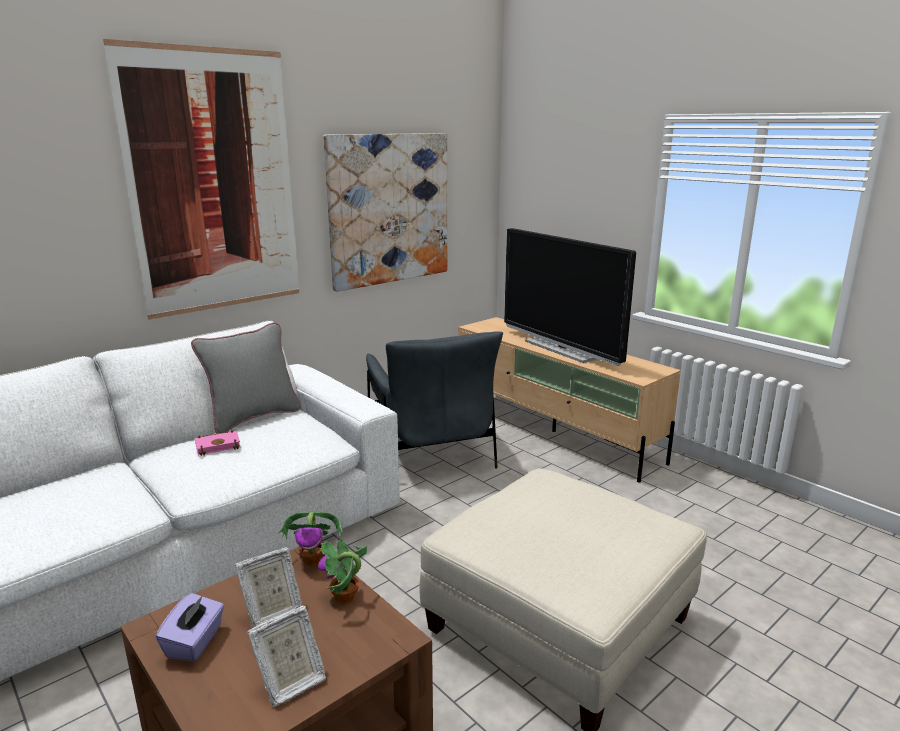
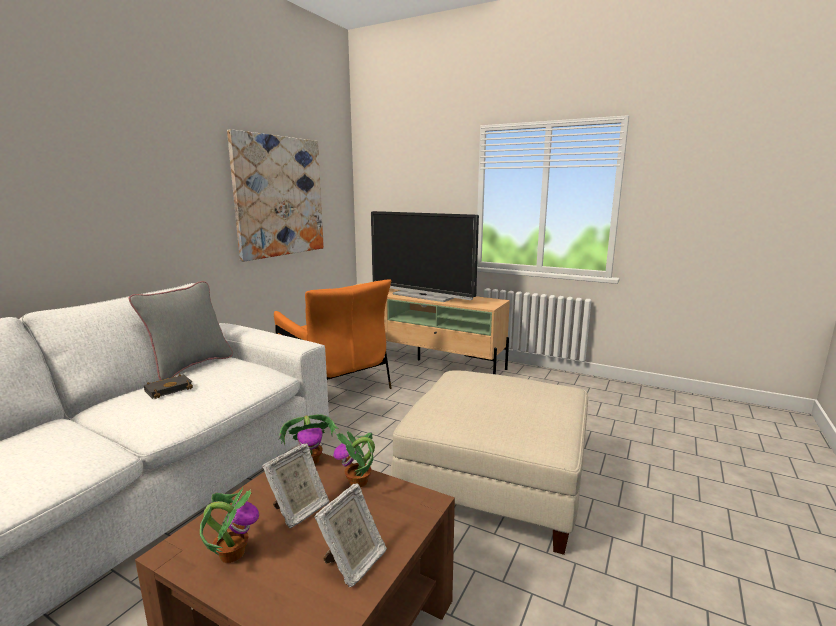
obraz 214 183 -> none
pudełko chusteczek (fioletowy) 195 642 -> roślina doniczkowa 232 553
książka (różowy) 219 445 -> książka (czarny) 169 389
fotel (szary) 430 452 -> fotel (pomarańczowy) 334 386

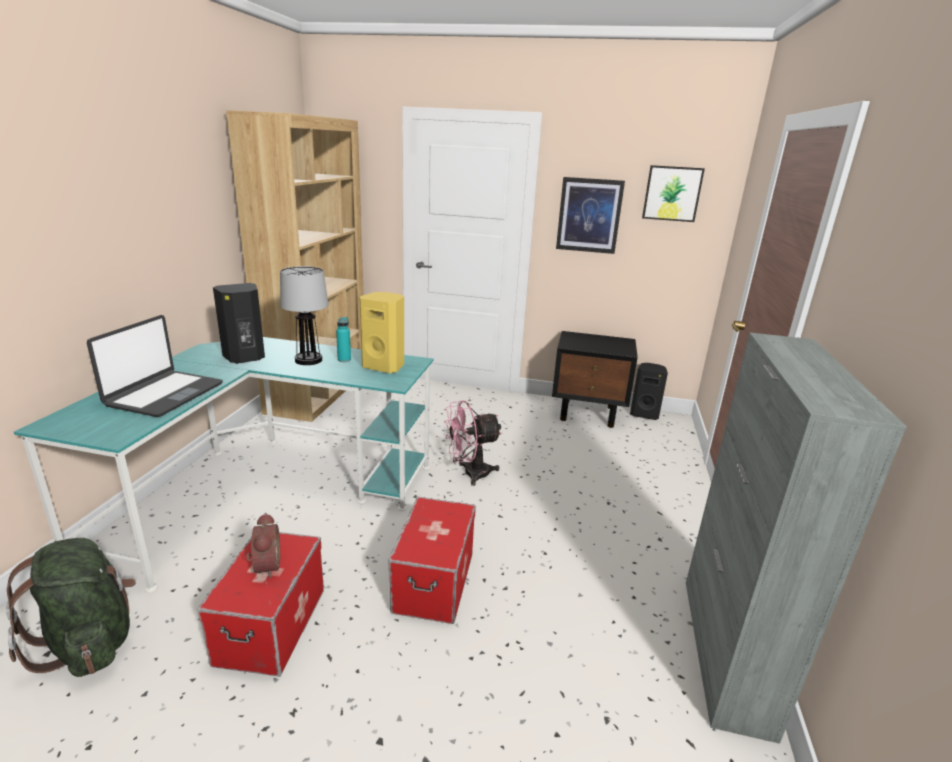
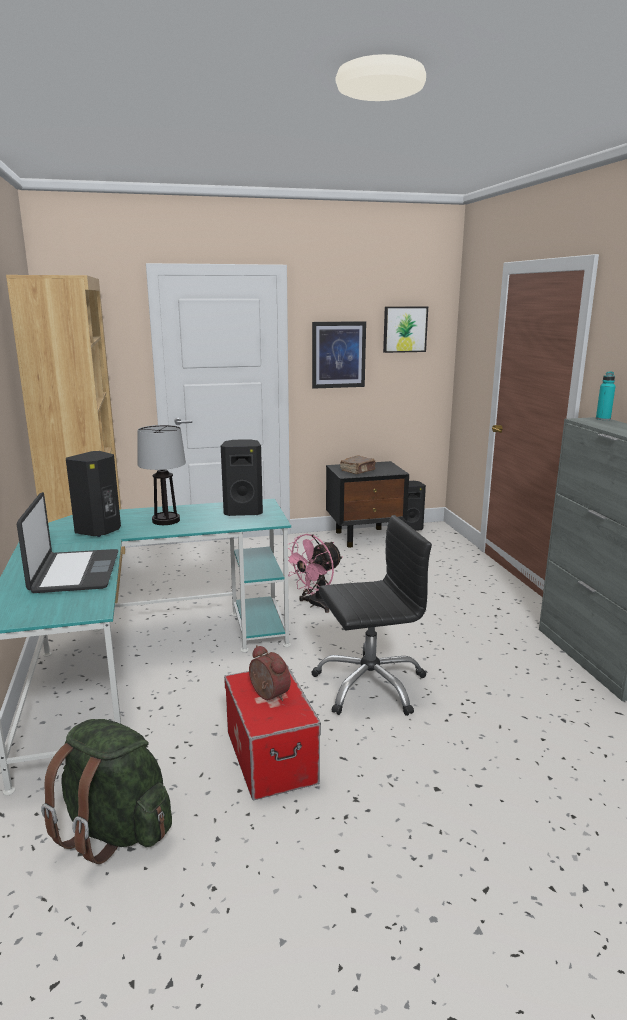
butelka (turkusowy) 344 360 -> butelka (turkusowy) 603 419, shifted
głośnik (żółty) 384 366 -> głośnik (czarny) 243 512
pojemnik do przechowywania 434 582 -> krzesło biurowe (czarny) 369 685
none -> książka (brązowy) 358 471

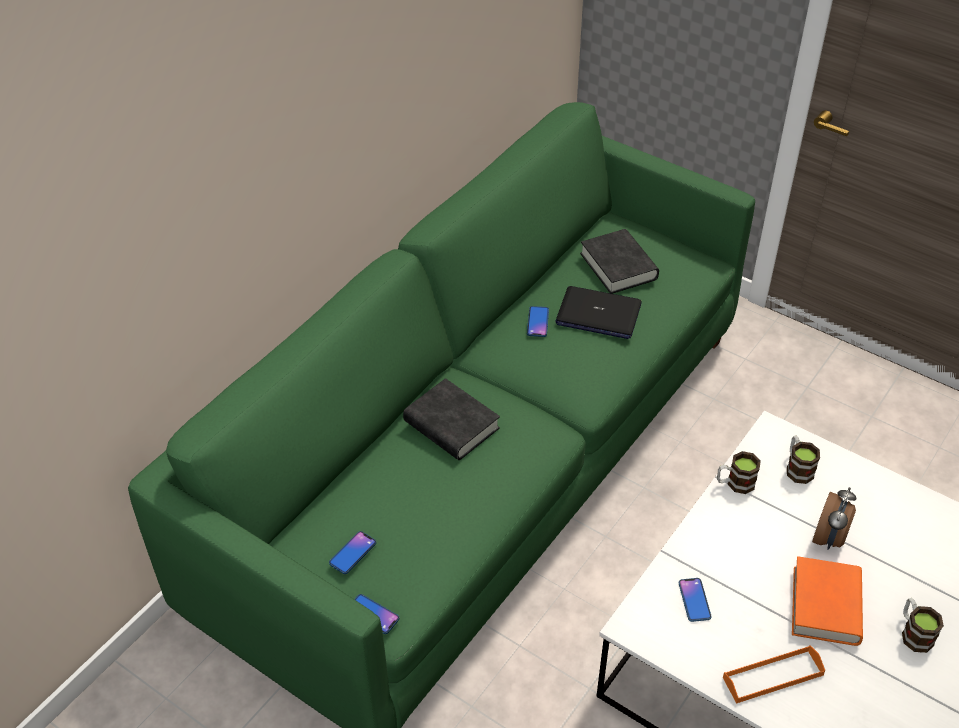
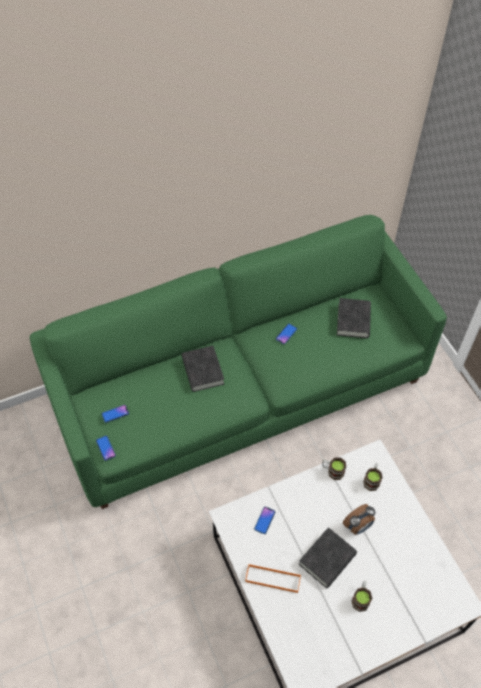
laptop 598 314 -> none
książka (pomarańczowy) 825 606 -> książka (czarny) 327 559

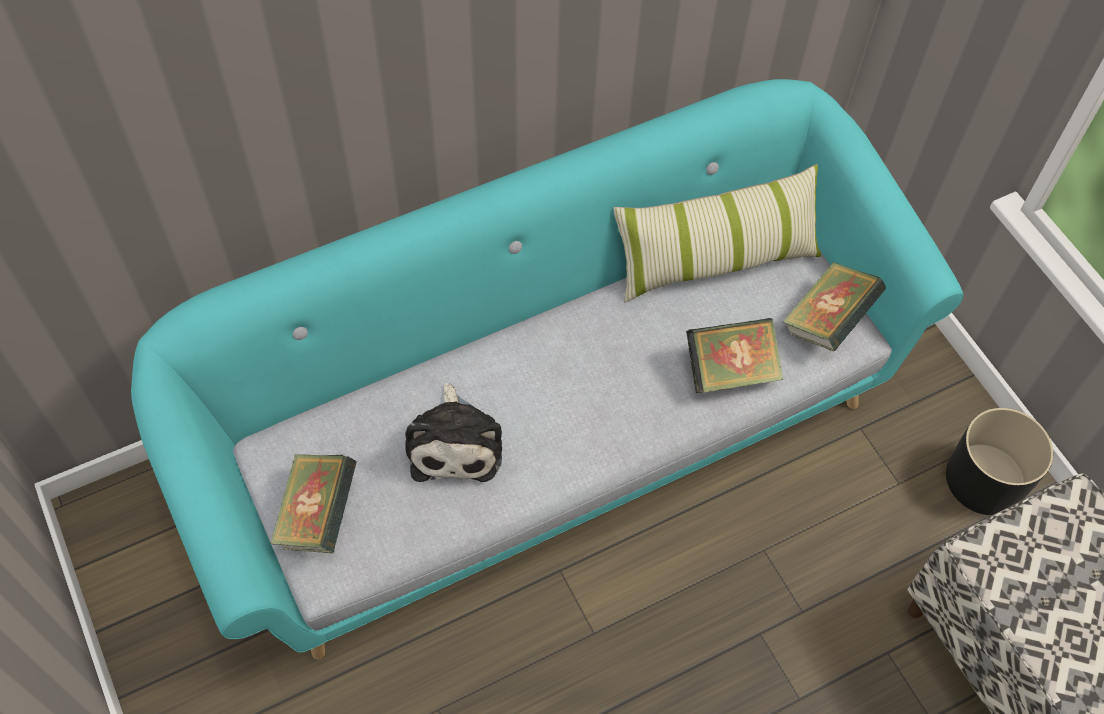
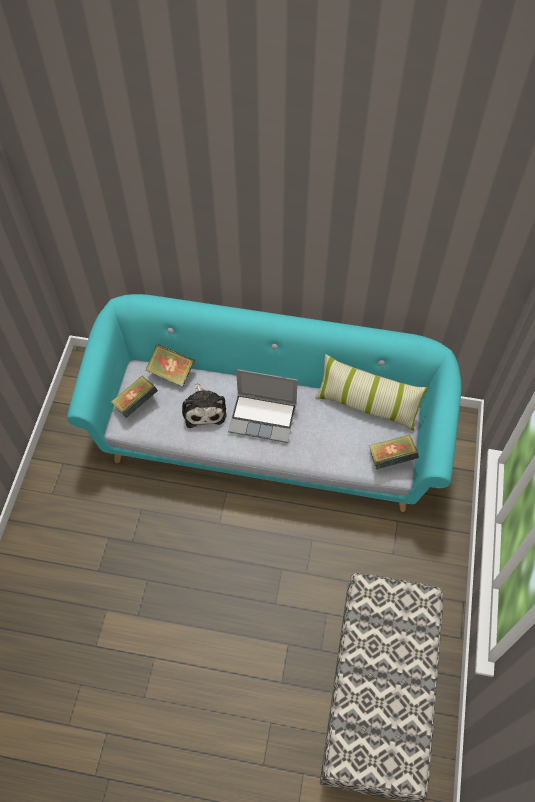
pluszak 455 442 -> pluszak 204 409, 45 degrees counterclockwise
książka 730 371 -> książka 171 373, shifted
donica (czarny) 985 479 -> none
none -> laptop 263 417

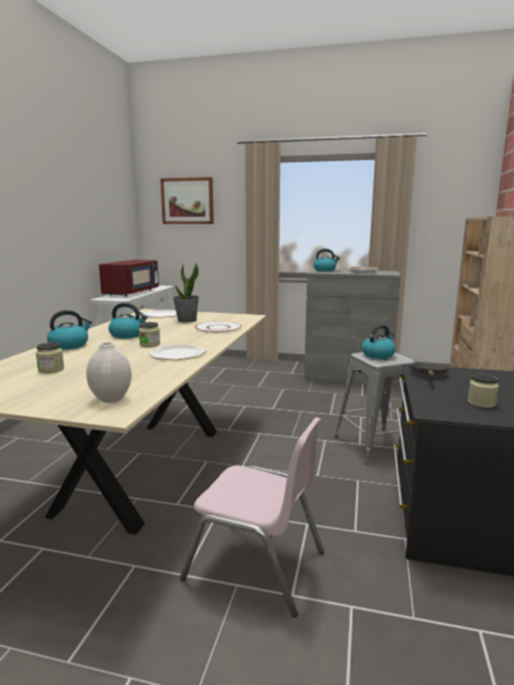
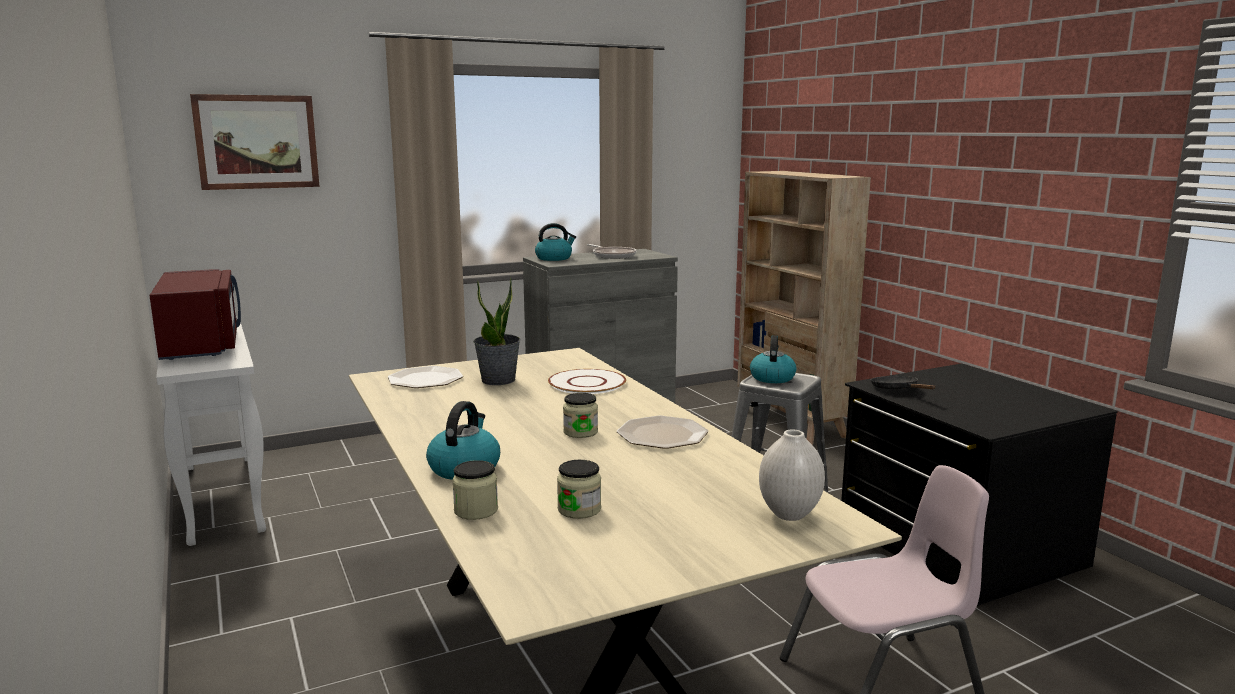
czajnik 128 335 -> none
słoik 481 403 -> słoik 476 510, shifted

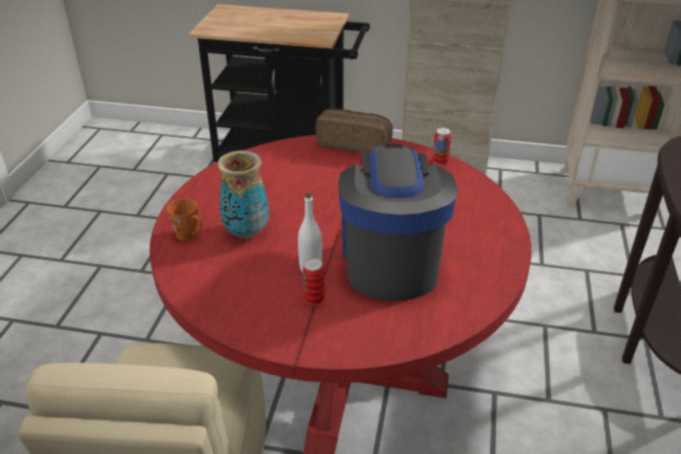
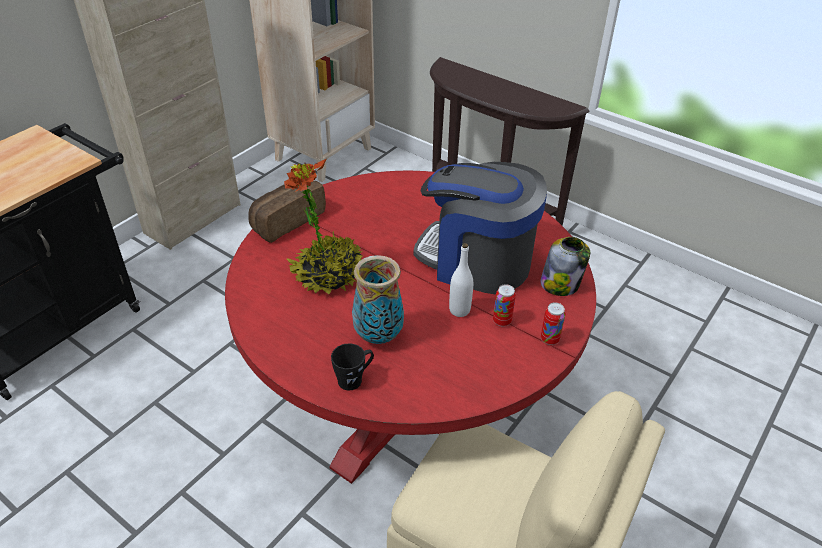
kubek (pomarańczowy) 190 235 -> kubek (czarny) 354 379
puszka 440 162 -> puszka 549 339, shifted
none -> roślina doniczkowa 328 274
none -> słoik 560 284

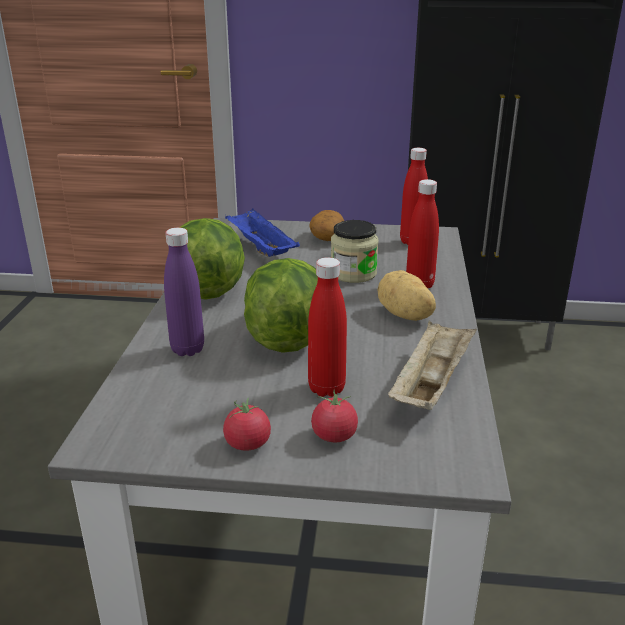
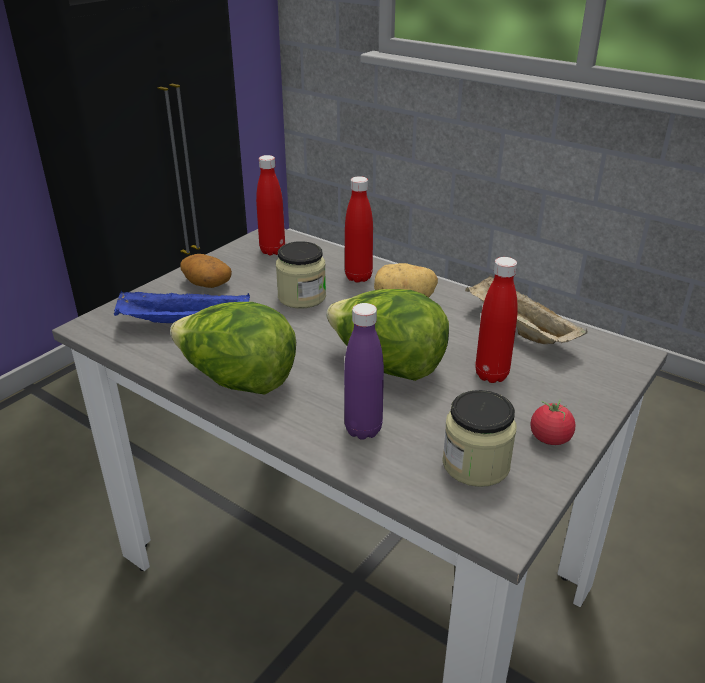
pomidor 334 436 -> none
none -> słoik 476 464

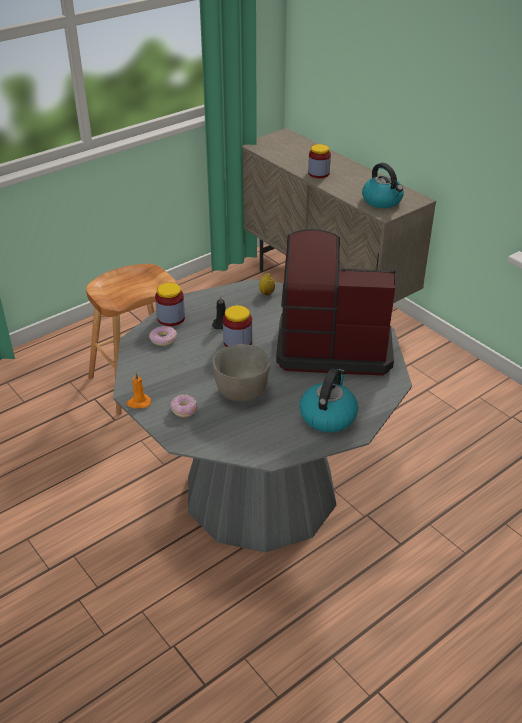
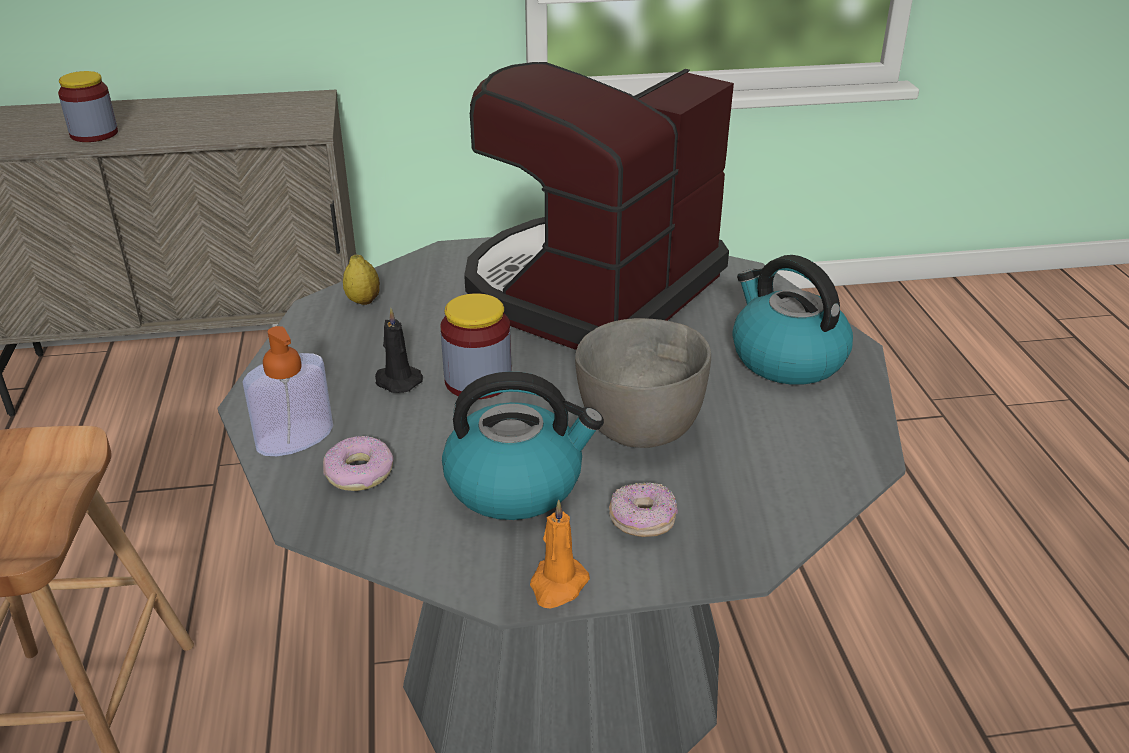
słoik 171 318 -> dozownik mydła 295 437
czajnik 382 201 -> czajnik 516 484, shifted

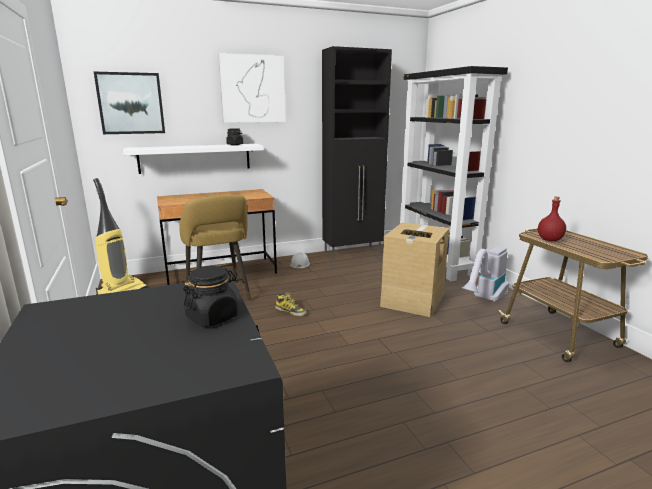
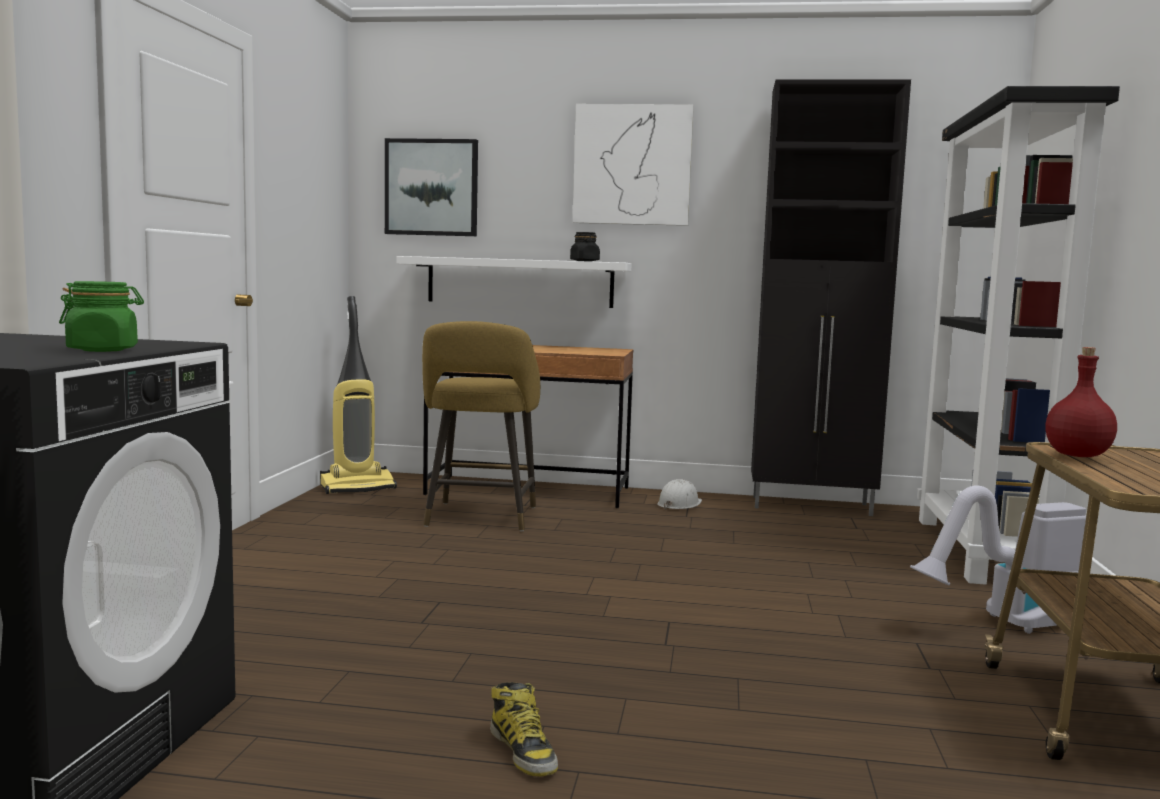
słoik (czarny) 212 317 -> słoik (zielony) 103 350
but z cholewką 291 311 -> but z cholewką 523 751, shifted
karton 412 299 -> none

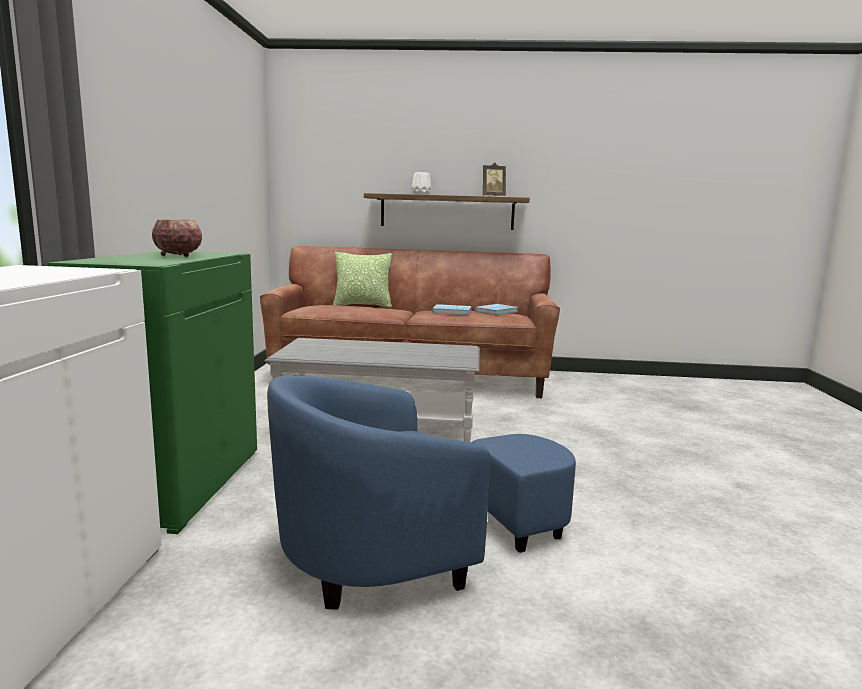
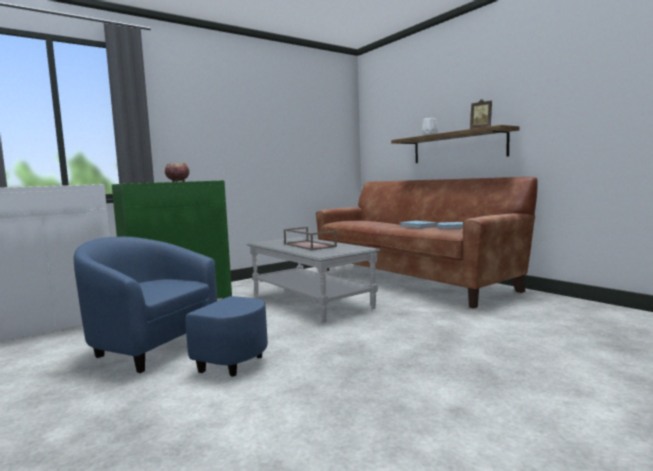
poduszka 362 305 -> none
none -> taca (brązowy) 308 245

